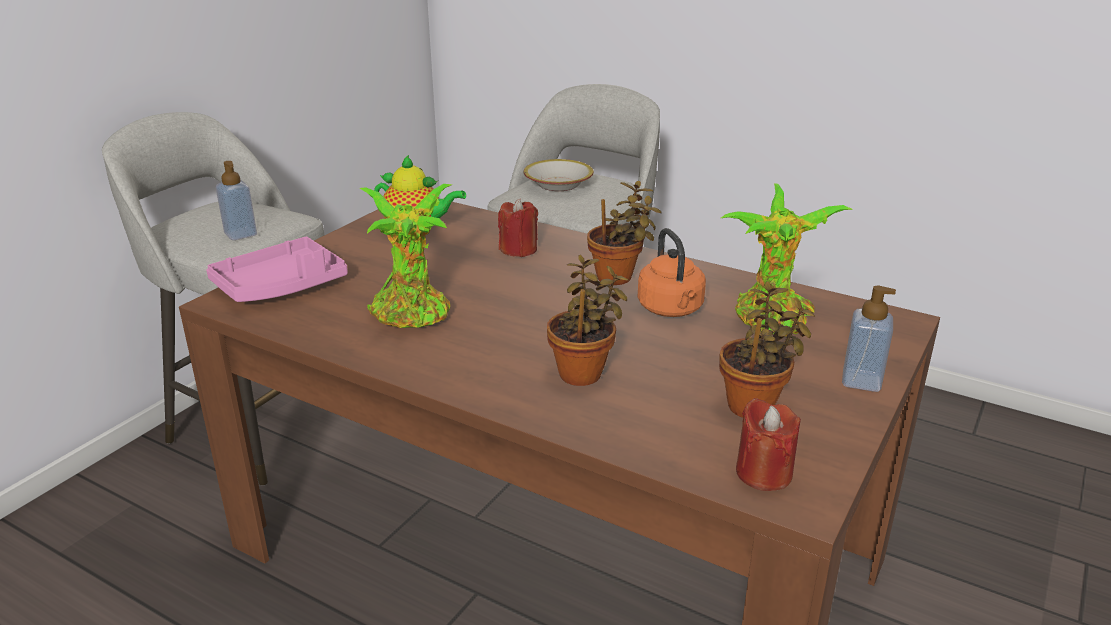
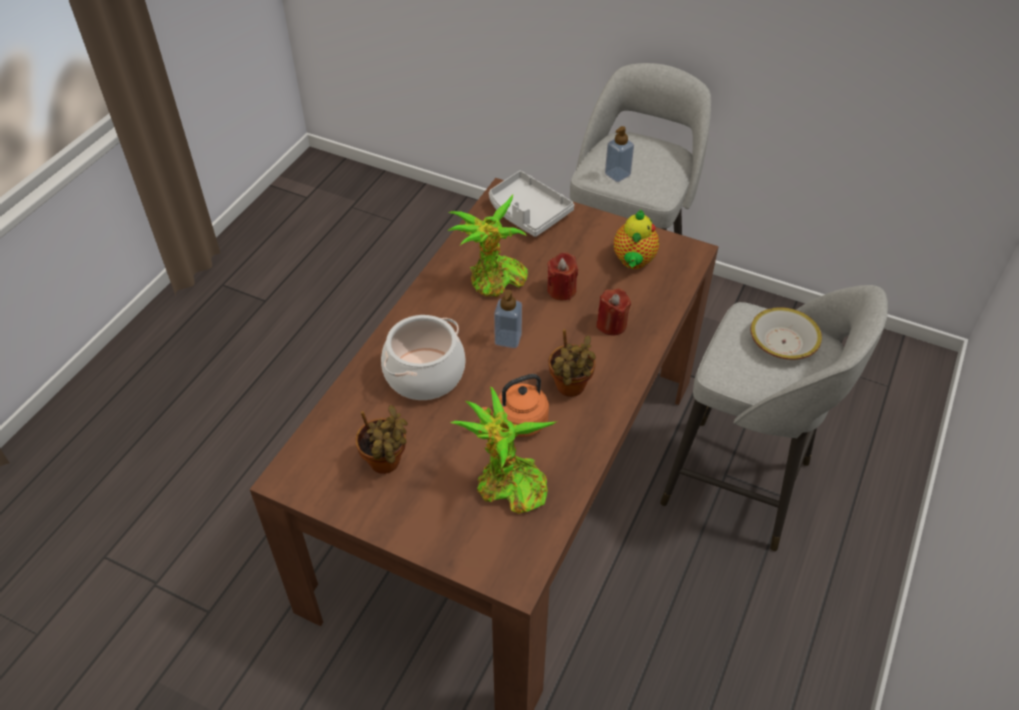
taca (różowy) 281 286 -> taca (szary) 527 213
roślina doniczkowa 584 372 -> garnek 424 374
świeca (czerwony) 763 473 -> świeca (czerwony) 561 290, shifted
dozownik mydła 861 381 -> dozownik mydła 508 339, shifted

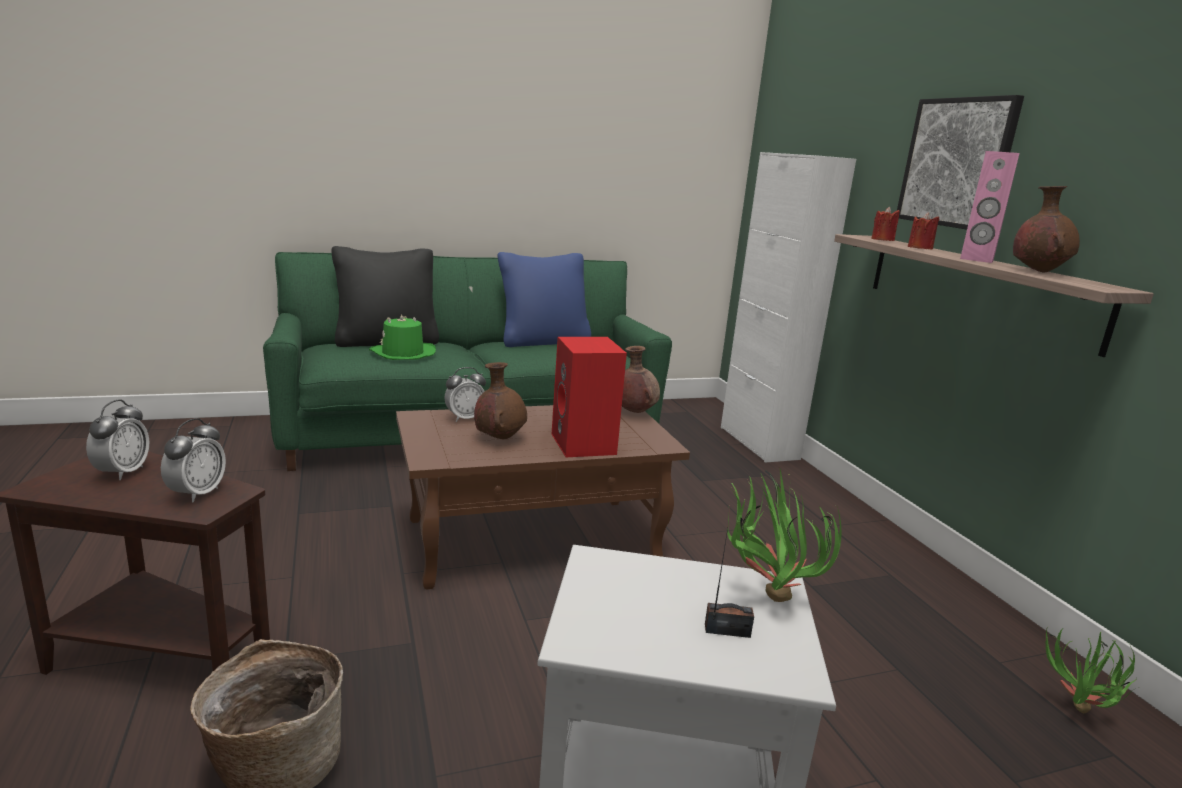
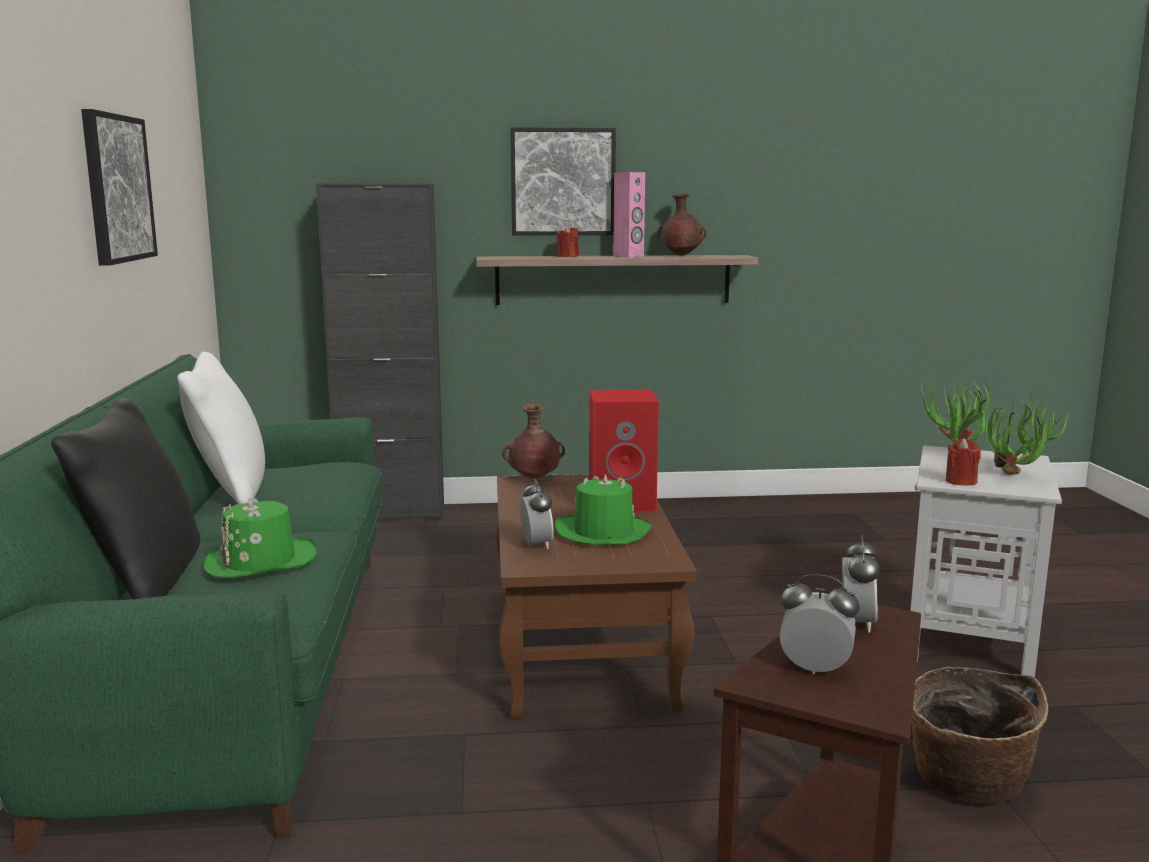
budzik 197 493 -> budzik 856 623, 75 degrees clockwise
wazon (brązowy) 499 438 -> kapelusz (zielony) 603 532
poduszka (niebieski) 543 341 -> poduszka (biały) 230 491
szafka (biały) 758 443 -> szafka (czarny) 391 513
świeca (czerwony) 882 240 -> świeca (czerwony) 961 481, shifted
roślina doniczkowa 1076 715 -> roślina doniczkowa 1018 477, shifted
none -> obraz 117 188

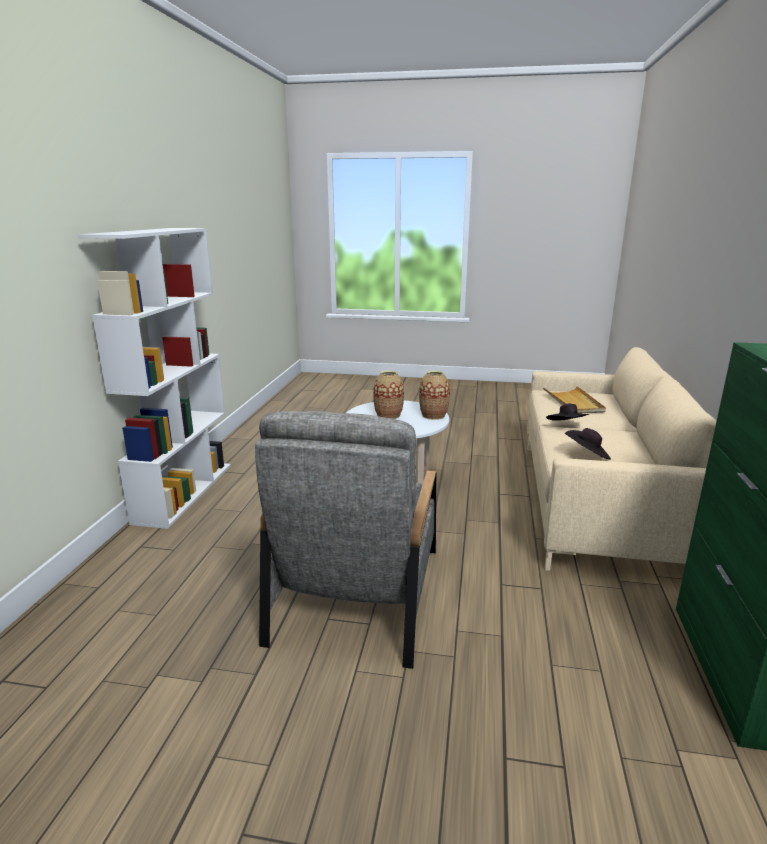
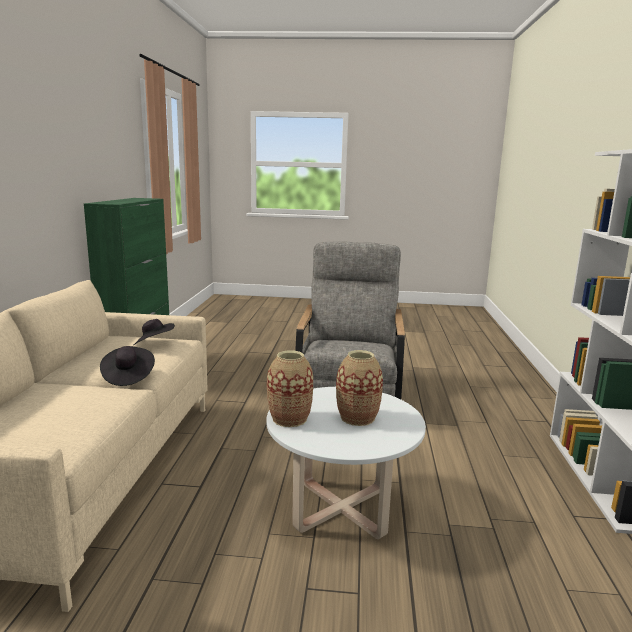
taca (beżowy) 573 403 -> none

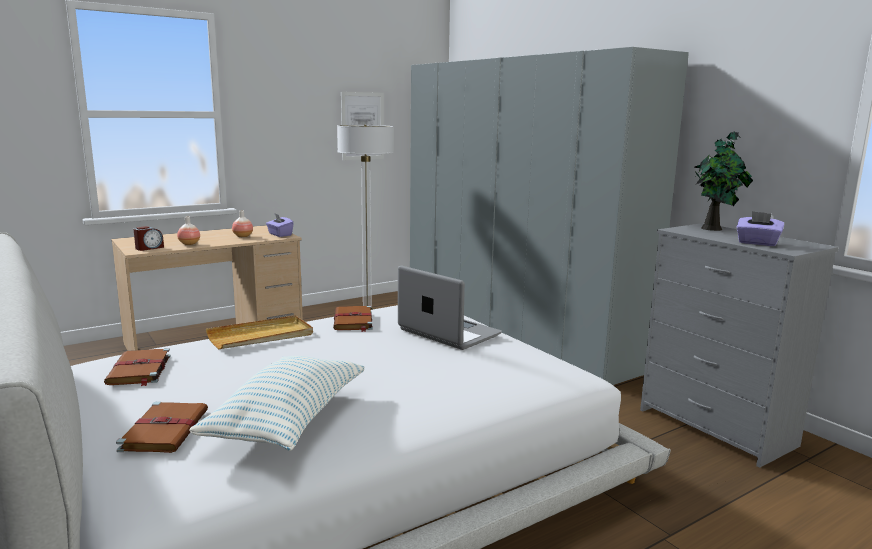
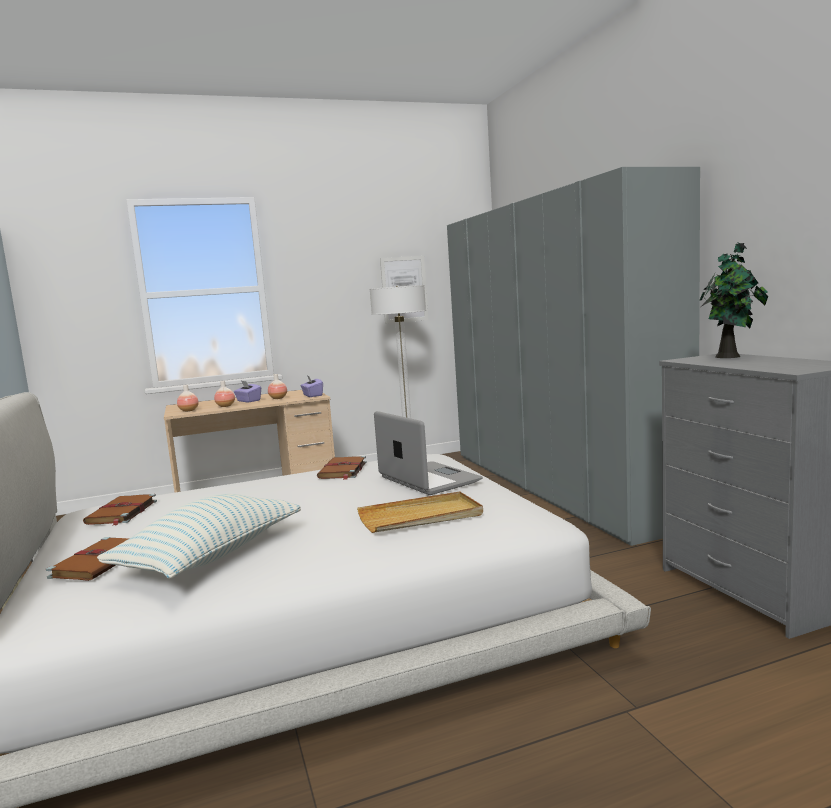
budzik 149 248 -> wazon 188 410
taca (beżowy) 261 336 -> taca (beżowy) 421 517, shifted
pudełko chusteczek (fioletowy) 757 243 -> pudełko chusteczek (fioletowy) 248 401, shifted

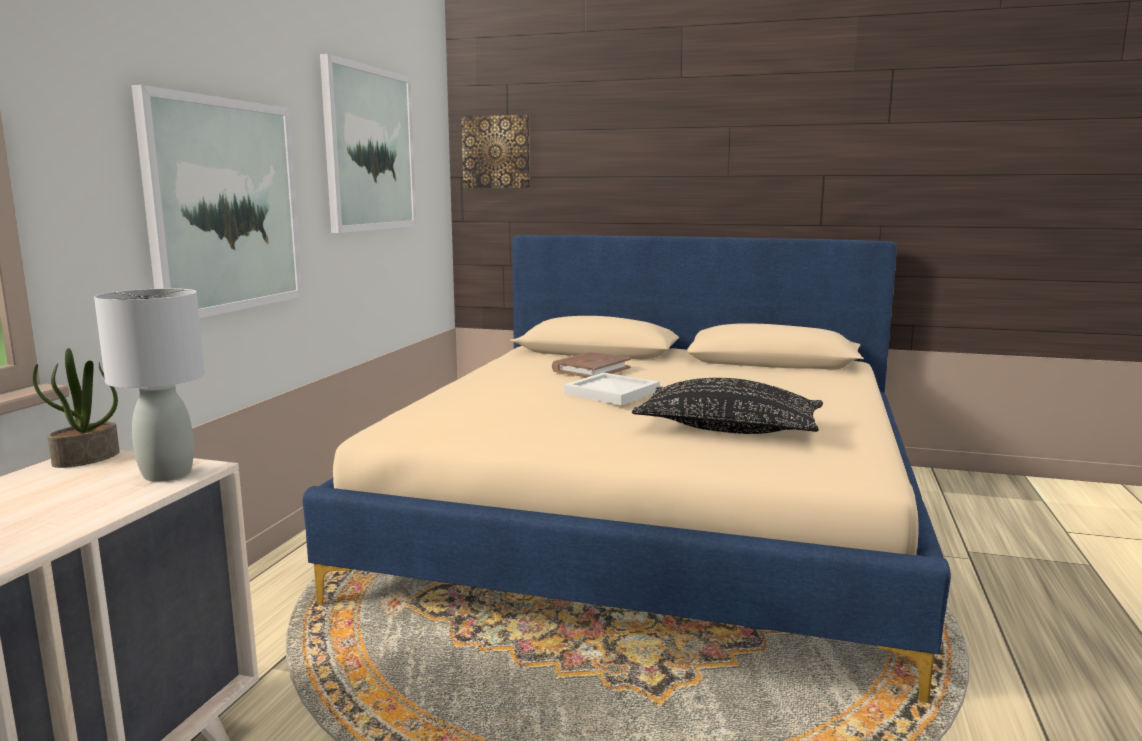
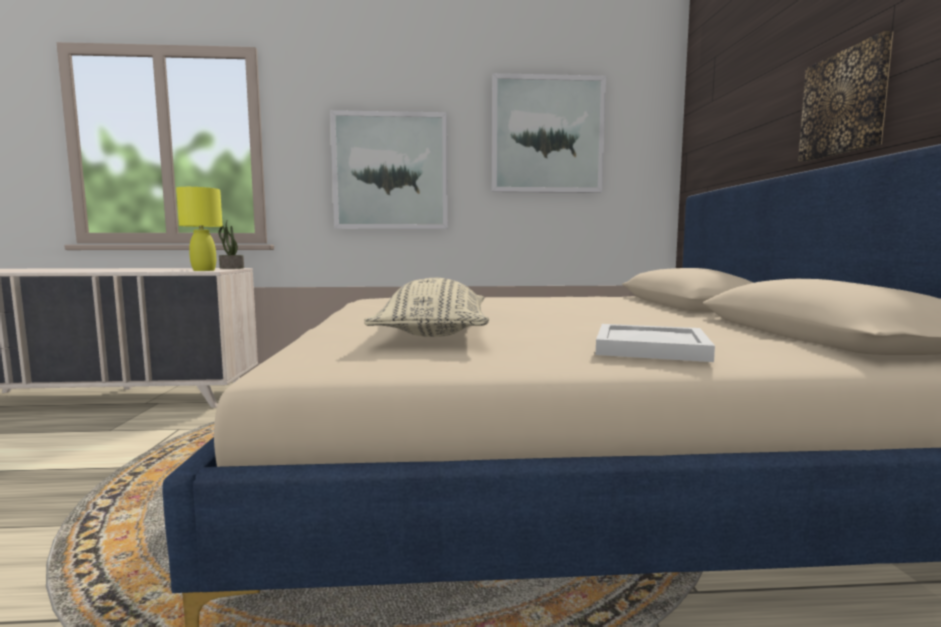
lampa stołowa (szary) 166 474 -> lampa stołowa (żółty) 204 270
obraz 496 152 -> obraz 845 103, shifted
książka (brązowy) 591 369 -> none
taca (biały) 610 392 -> taca (biały) 648 347, shifted
poduszka (czarny) 728 430 -> poduszka (beżowy) 434 333

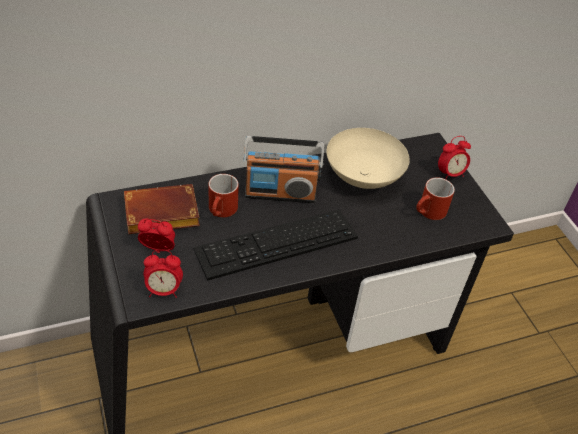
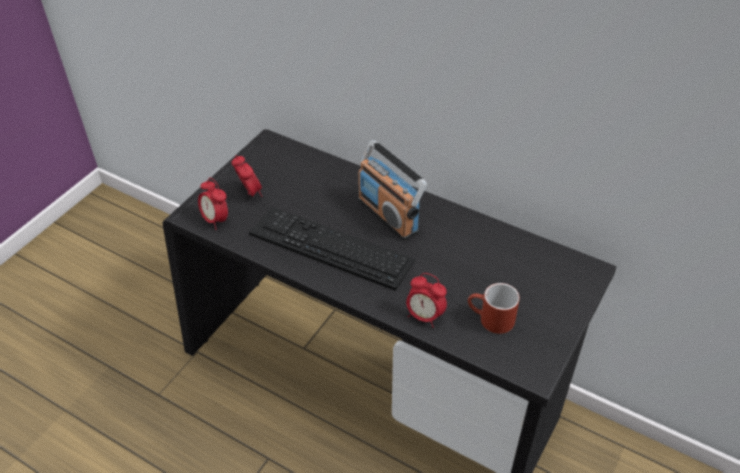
książka (brązowy) 159 216 -> none
kubek (czerwony) 222 211 -> none
miska (beżowy) 363 178 -> none
budzik 450 174 -> budzik 424 316, shifted

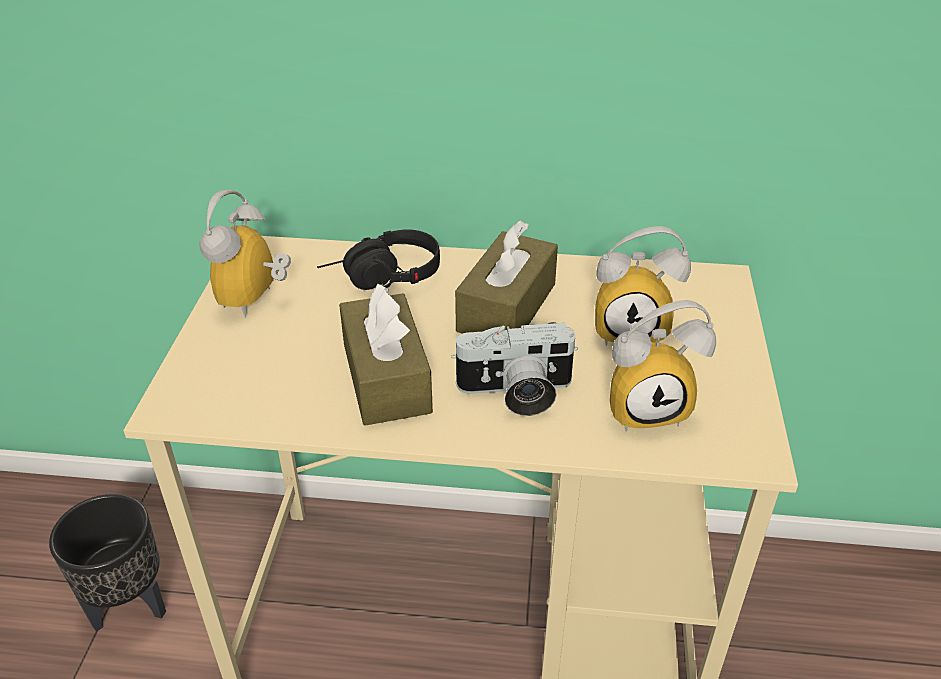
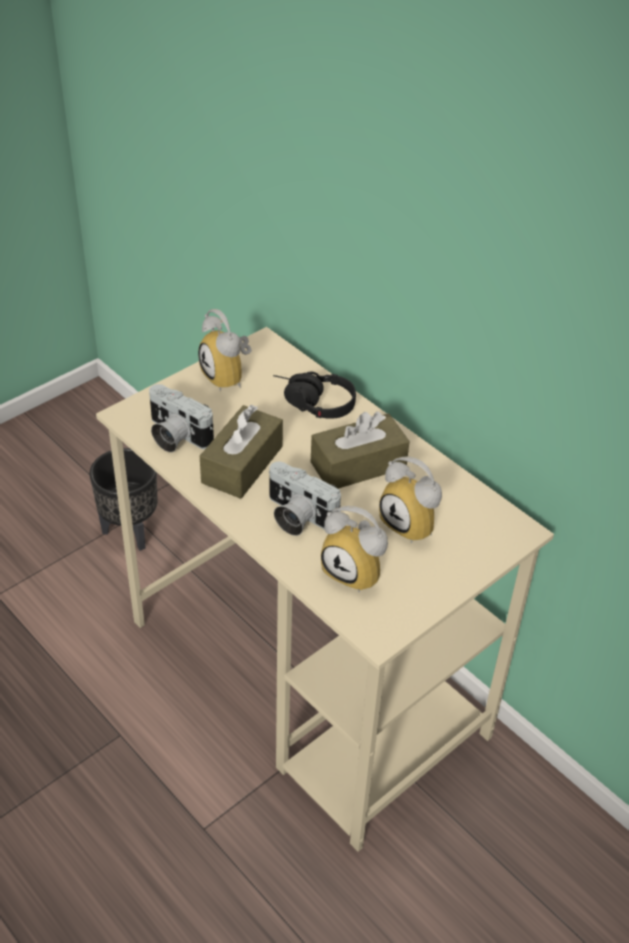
budzik 256 301 -> budzik 229 377, 90 degrees counterclockwise
none -> aparat fotograficzny 175 436

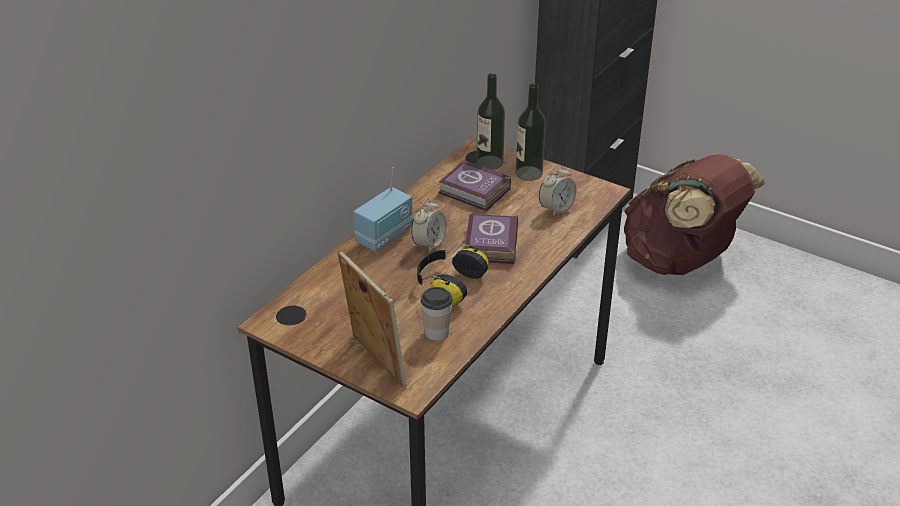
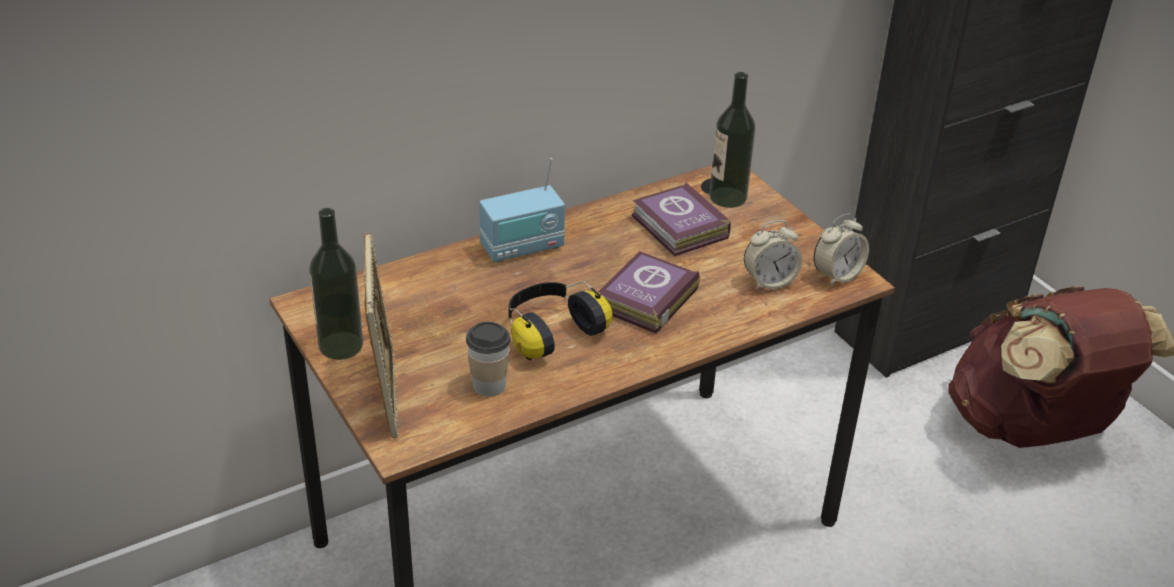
budzik 429 244 -> budzik 837 275, shifted
butelka 529 173 -> butelka 341 345, shifted

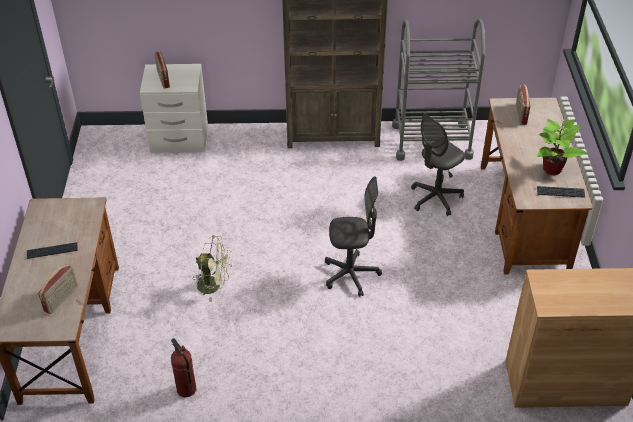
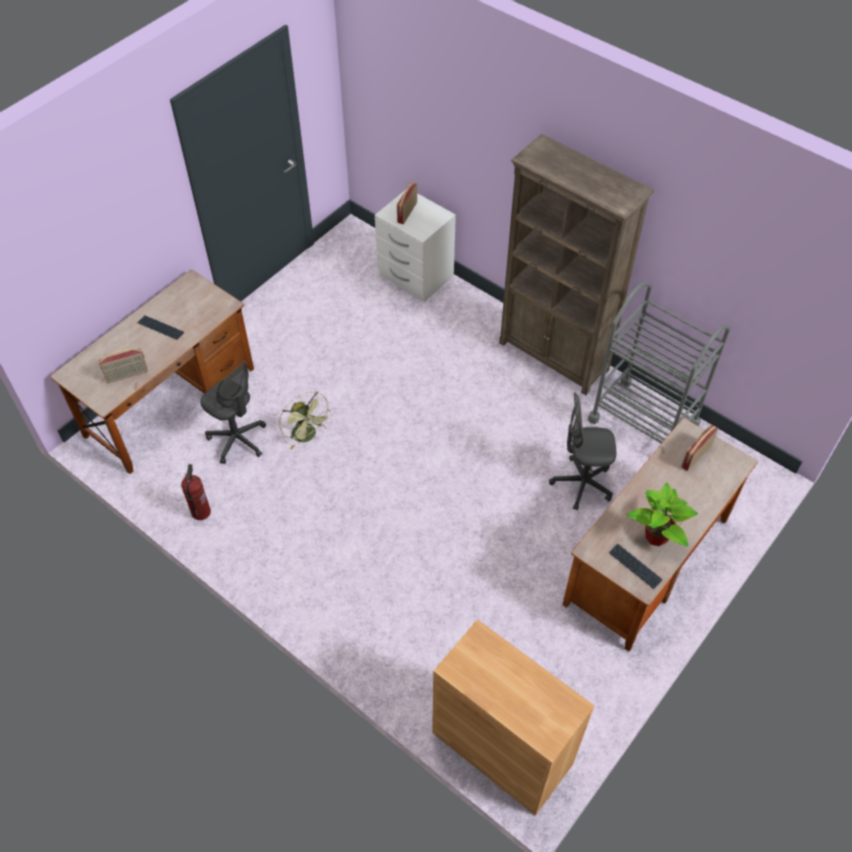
krzesło biurowe (szary) 351 275 -> krzesło biurowe (szary) 238 440, shifted

